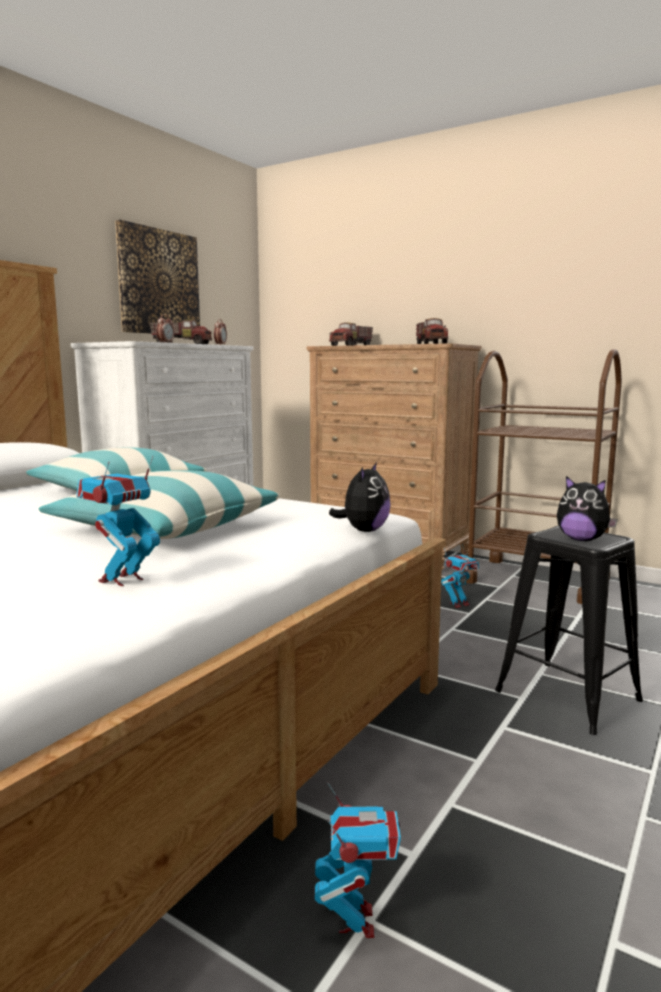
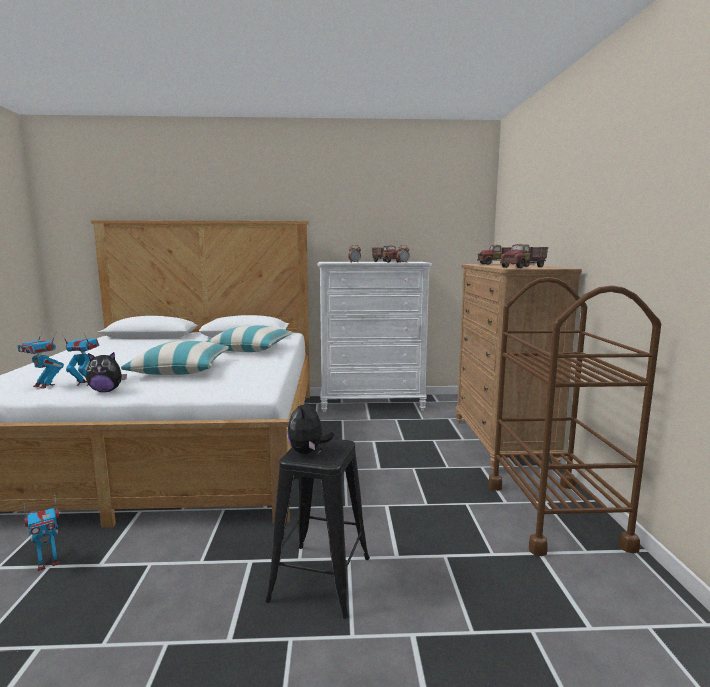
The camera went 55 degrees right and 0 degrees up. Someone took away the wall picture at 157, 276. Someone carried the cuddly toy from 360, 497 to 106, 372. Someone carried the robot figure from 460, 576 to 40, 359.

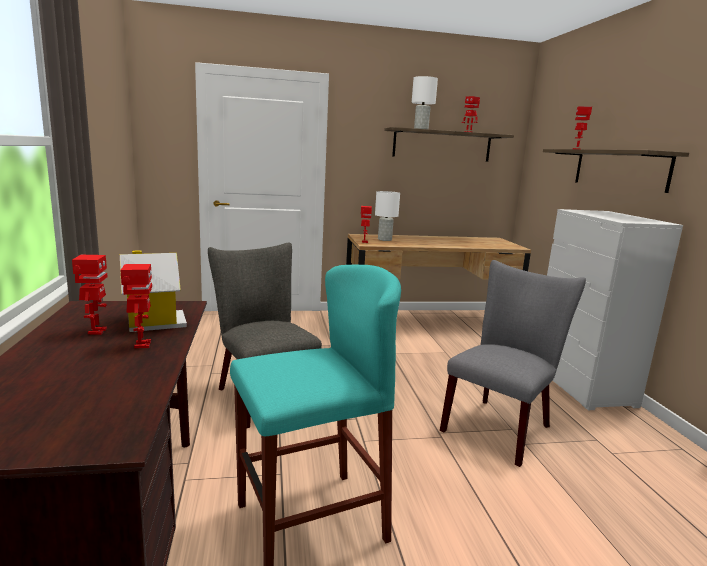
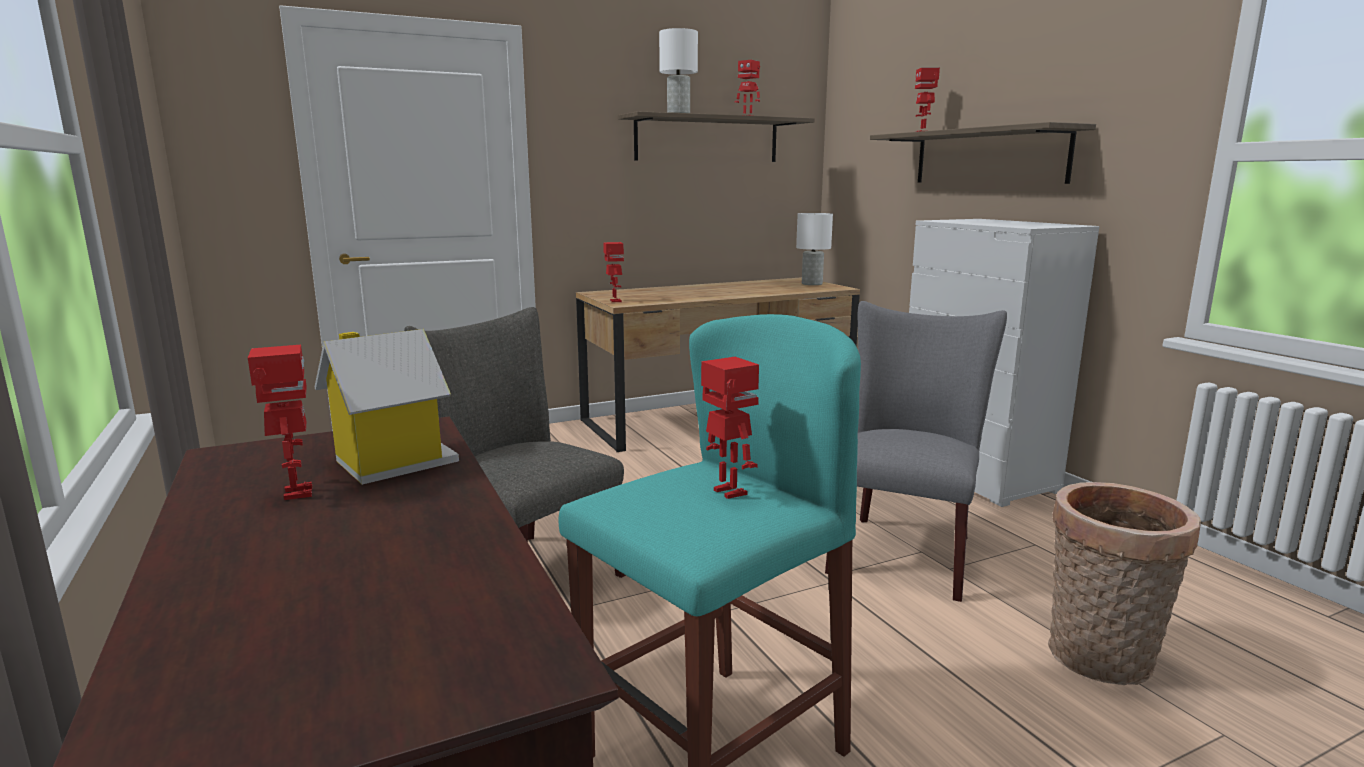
The camera went 15 degrees left and 0 degrees up. Someone put down the basket at 1124, 583. Someone carried the robot figure from 136, 306 to 730, 428. Someone carried the white table lamp from 387, 216 to 814, 249.

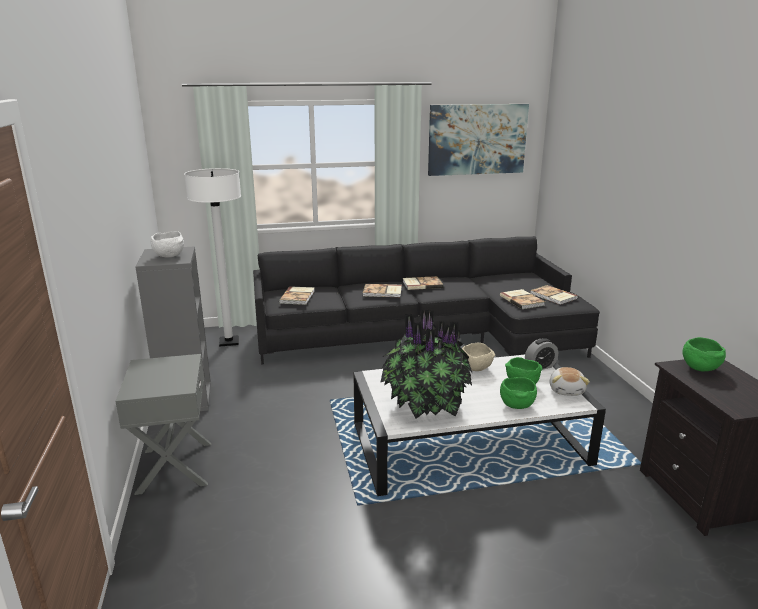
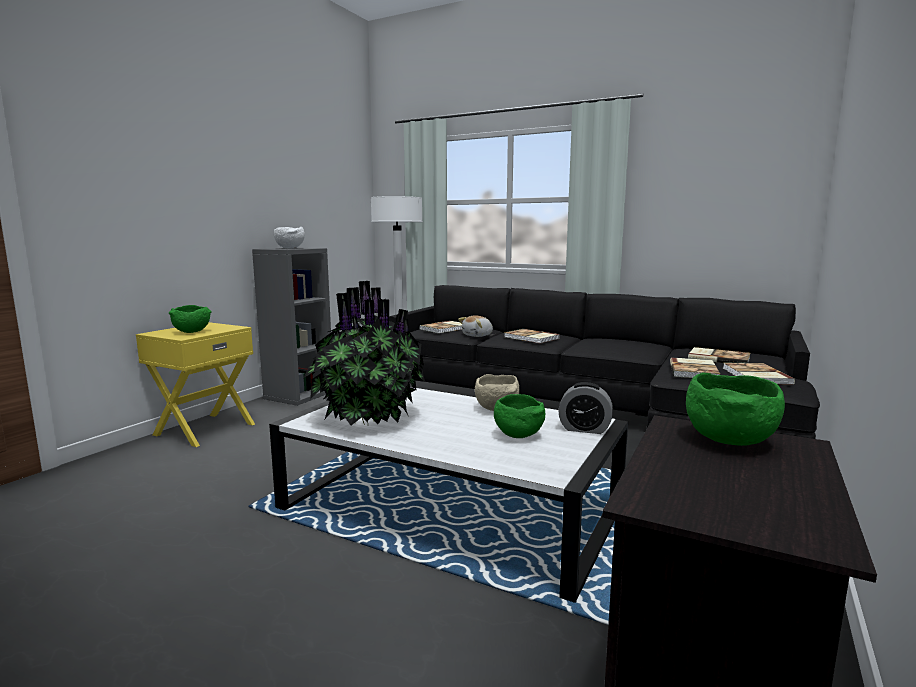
The camera went 40 degrees right and 10 degrees down. Someone took away the wall picture at 478, 140. Someone carried the volume from 423, 283 to 719, 355. Someone carried the green bowl from 518, 393 to 190, 319. Someone carried the cuddly toy from 570, 381 to 475, 326. Someone repainted the grey bedside table at 163, 424, which became the yellowish bedside table at 195, 384.

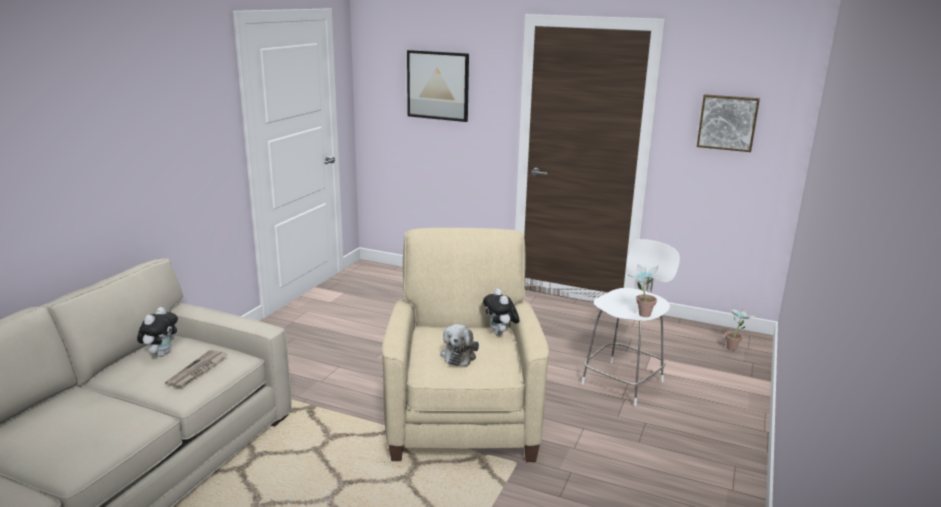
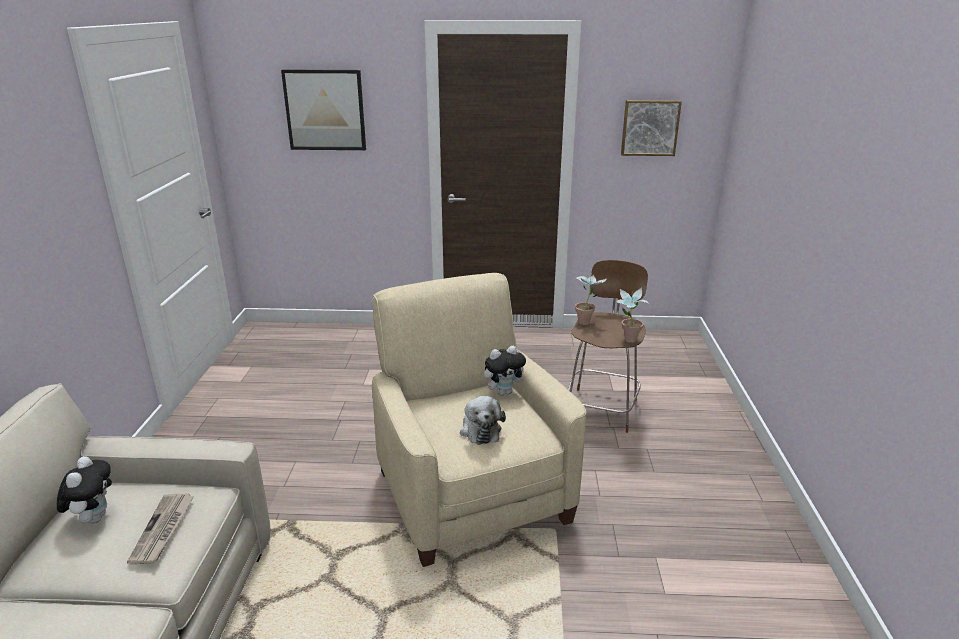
The camera went 20 degrees left and 5 degrees up. Someone carried the houseplant from 740, 330 to 591, 299. Someone repainted the white sitting stool at 630, 322, which became the brown sitting stool at 608, 346. Someone rotated the cuddly toy at 501, 312 by 75 degrees counterclockwise.

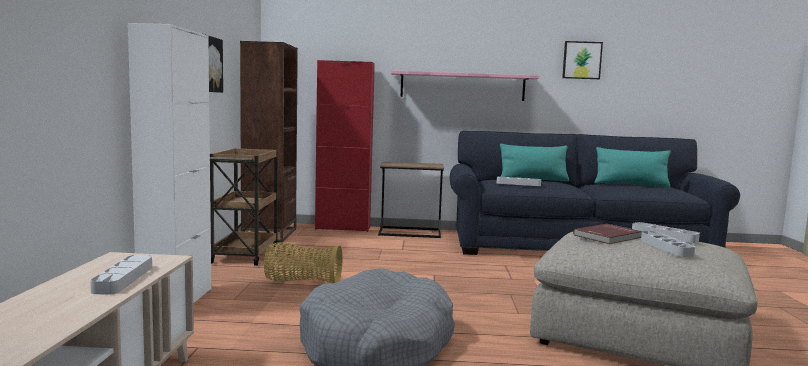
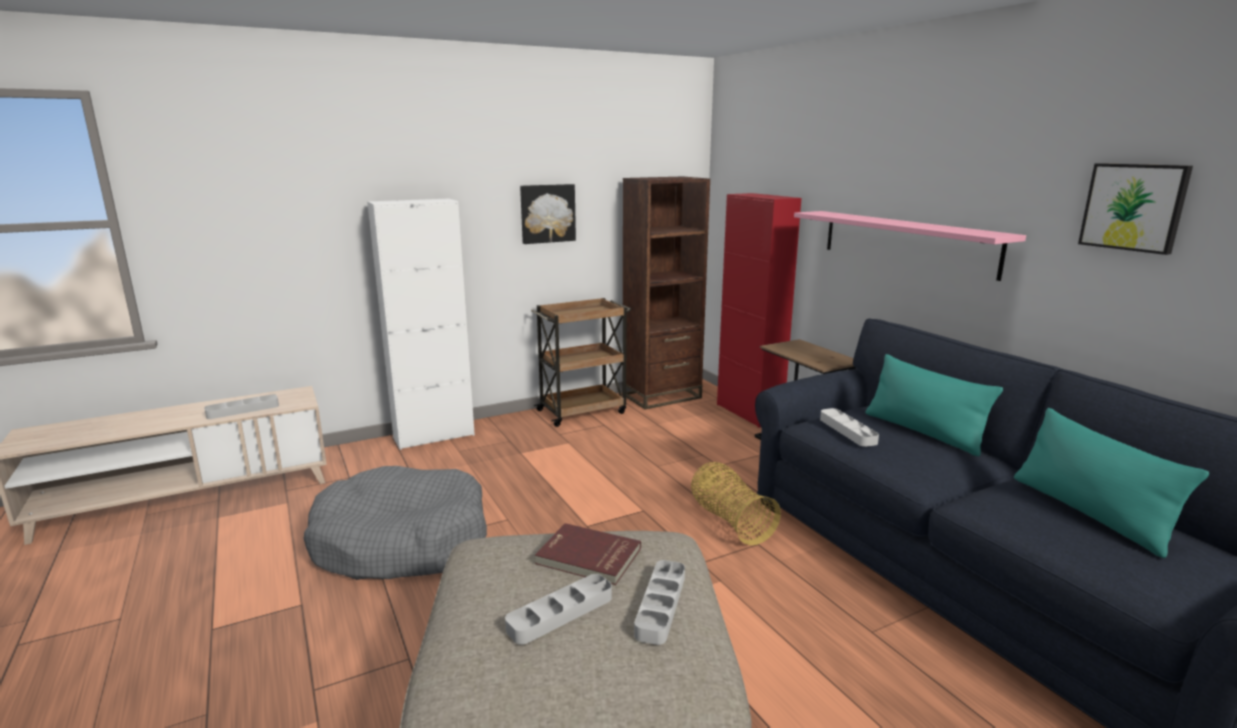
The camera went 60 degrees right and 10 degrees up. Someone carried the basket from 303, 262 to 736, 503.

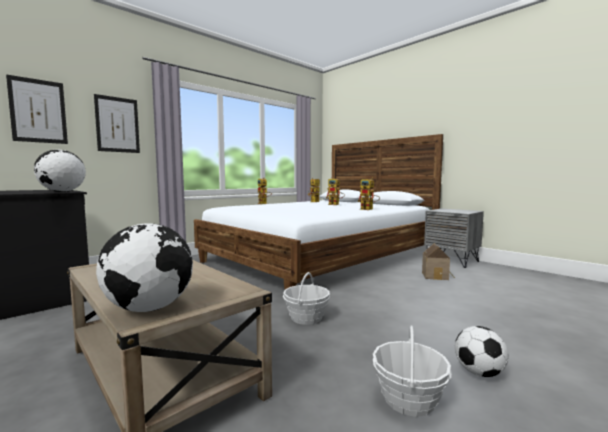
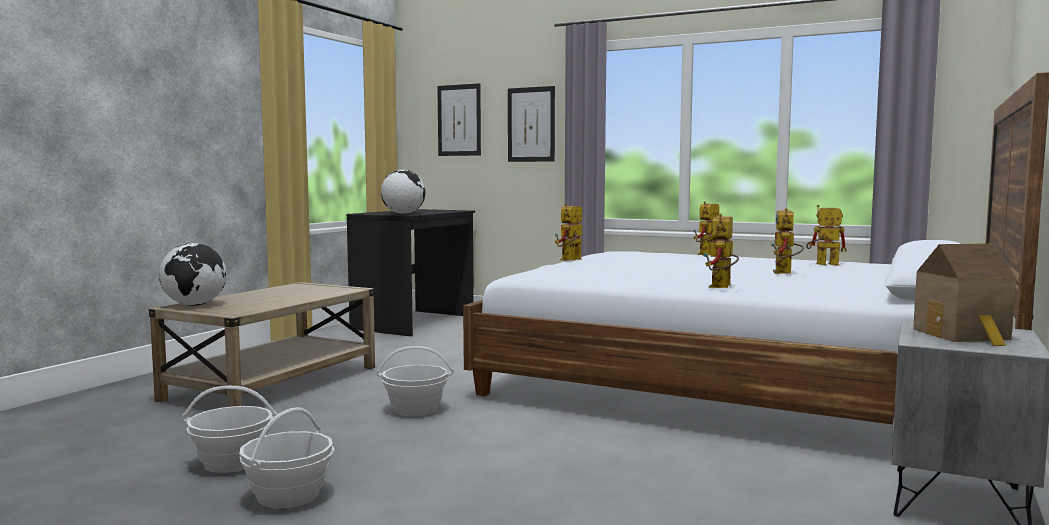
The camera went 70 degrees right and 0 degrees up. Someone put down the robot figure at 568, 231. Someone carried the toy house from 438, 261 to 964, 294. Someone swapped the football ball at 482, 351 for the basket at 286, 458.

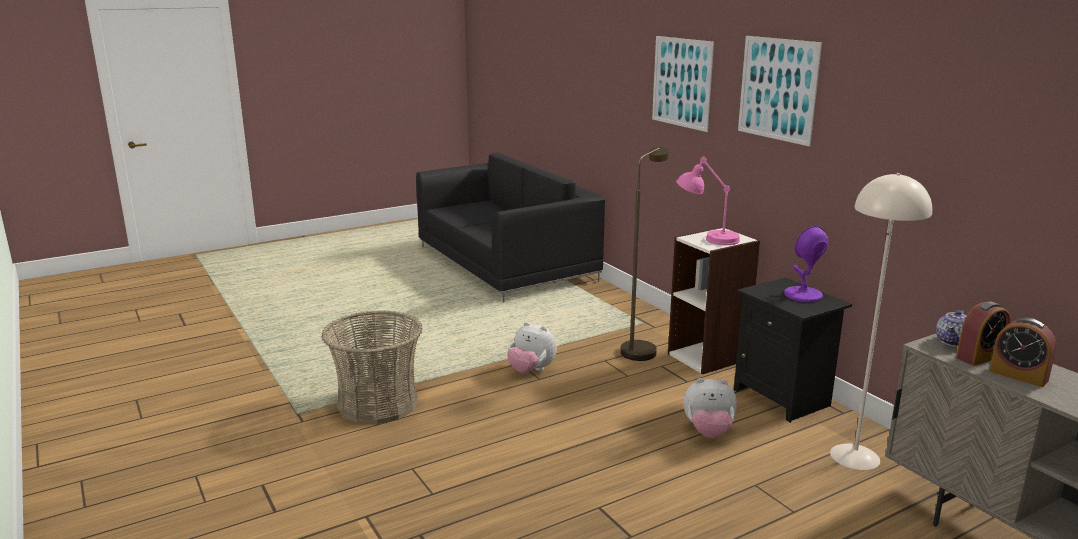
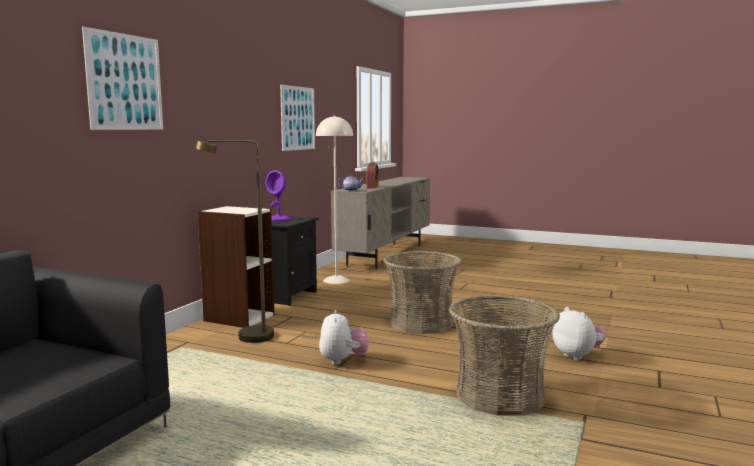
The camera went 125 degrees left and 10 degrees down. Someone took away the pinkish table lamp at 708, 201. Someone took away the alarm clock at 983, 333. Someone put down the basket at 422, 292. Someone carried the cuddly toy from 710, 408 to 579, 333. Someone carried the wall picture from 780, 91 to 297, 118.

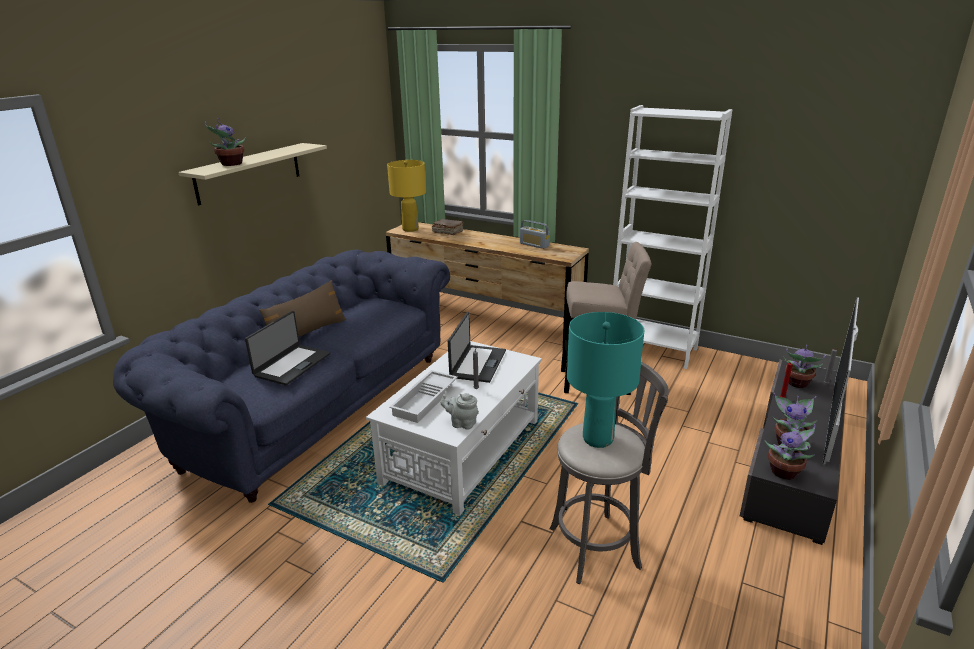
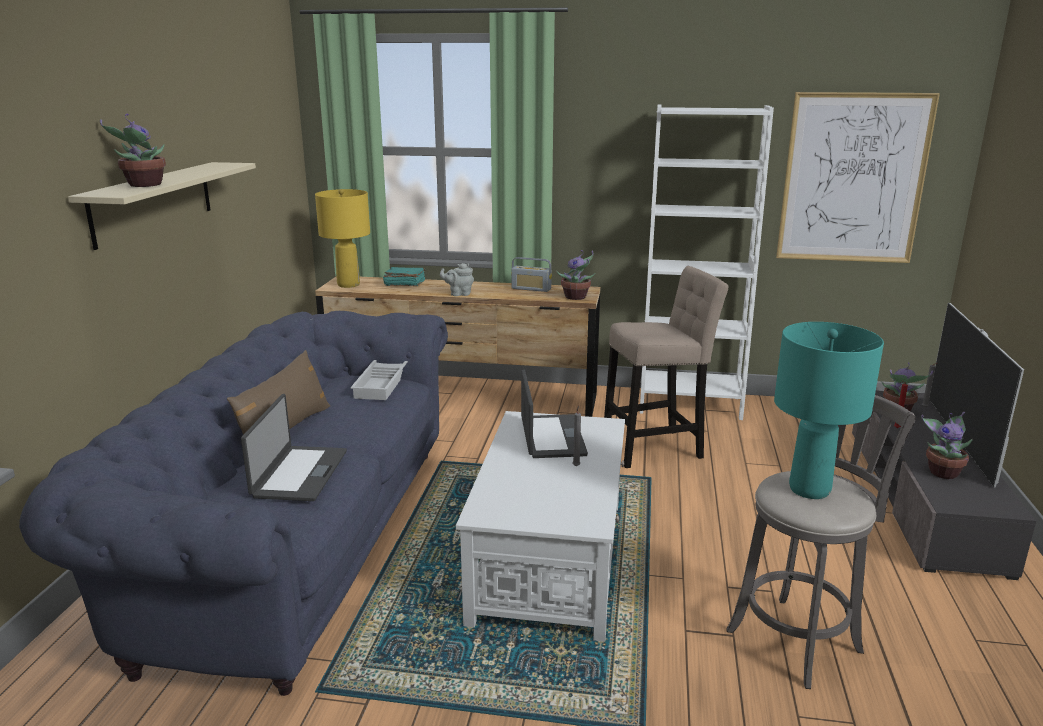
The camera went 20 degrees left and 5 degrees down. Someone put up the wall picture at 858, 177. Someone carried the white carrying tray from 423, 396 to 379, 380. Someone carried the grey teapot from 459, 411 to 457, 279. Someone carried the houseplant from 789, 451 to 576, 275. Someone repainted the brown volume at 448, 227, which became the turquoise-coloured volume at 404, 276.

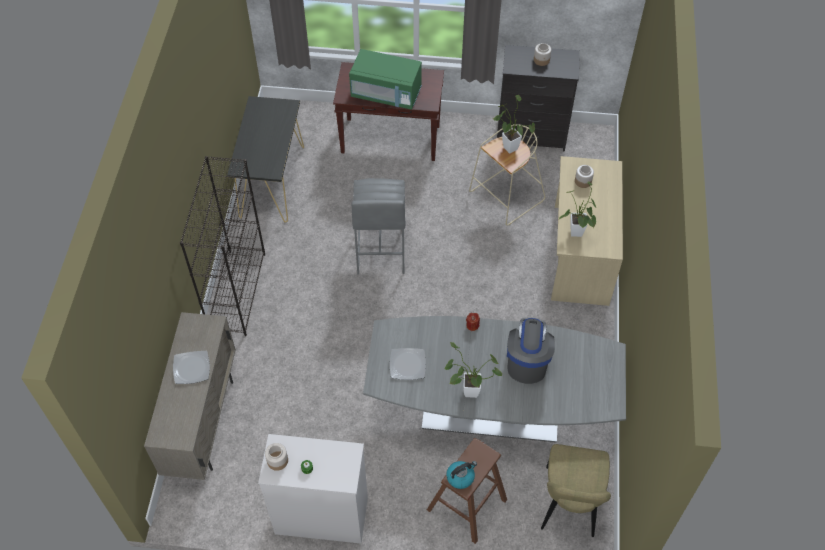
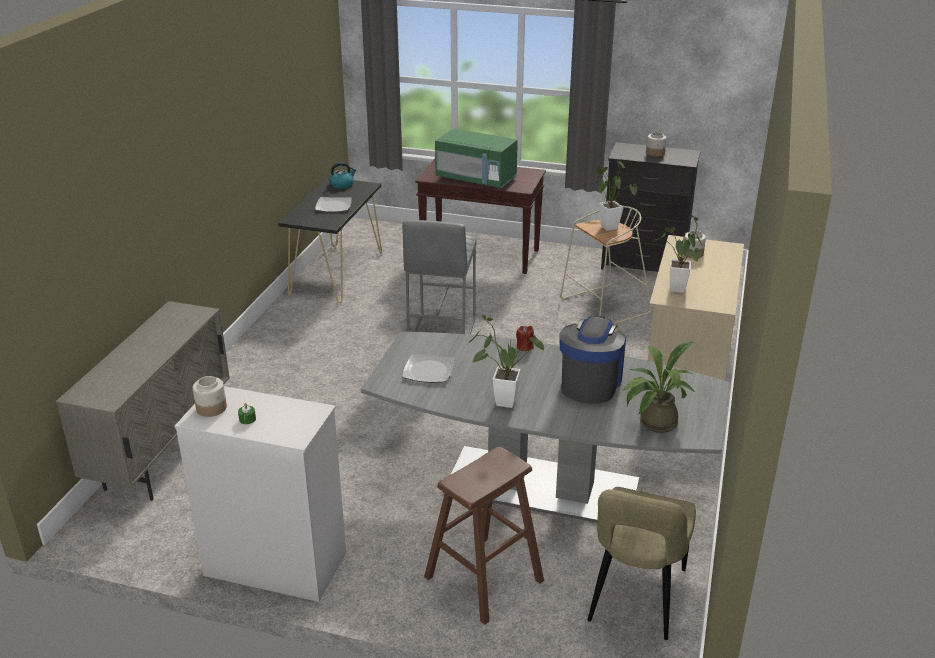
The camera went 10 degrees right and 25 degrees down. Someone took away the black-coloured bookcase at 222, 246. Someone put down the houseplant at 659, 387. Someone carried the dinner plate from 191, 367 to 333, 204. Someone carried the kettle from 461, 475 to 342, 175.

